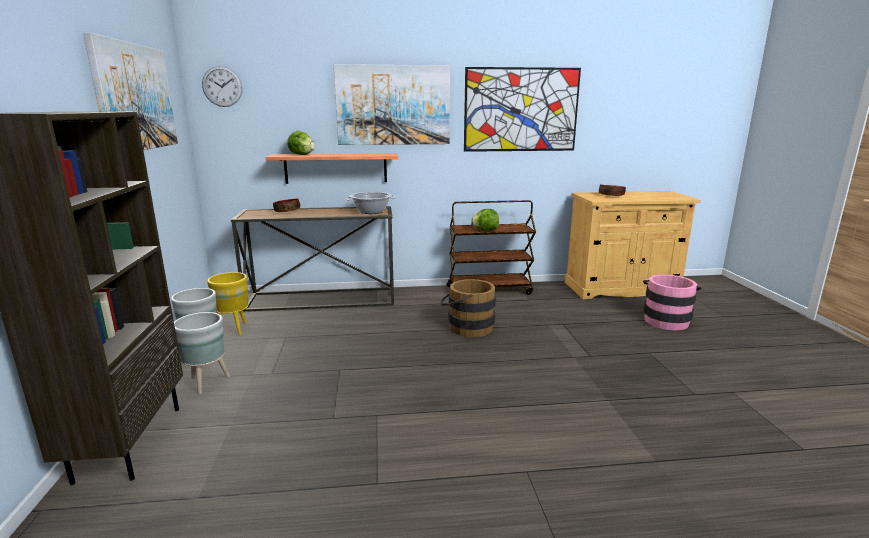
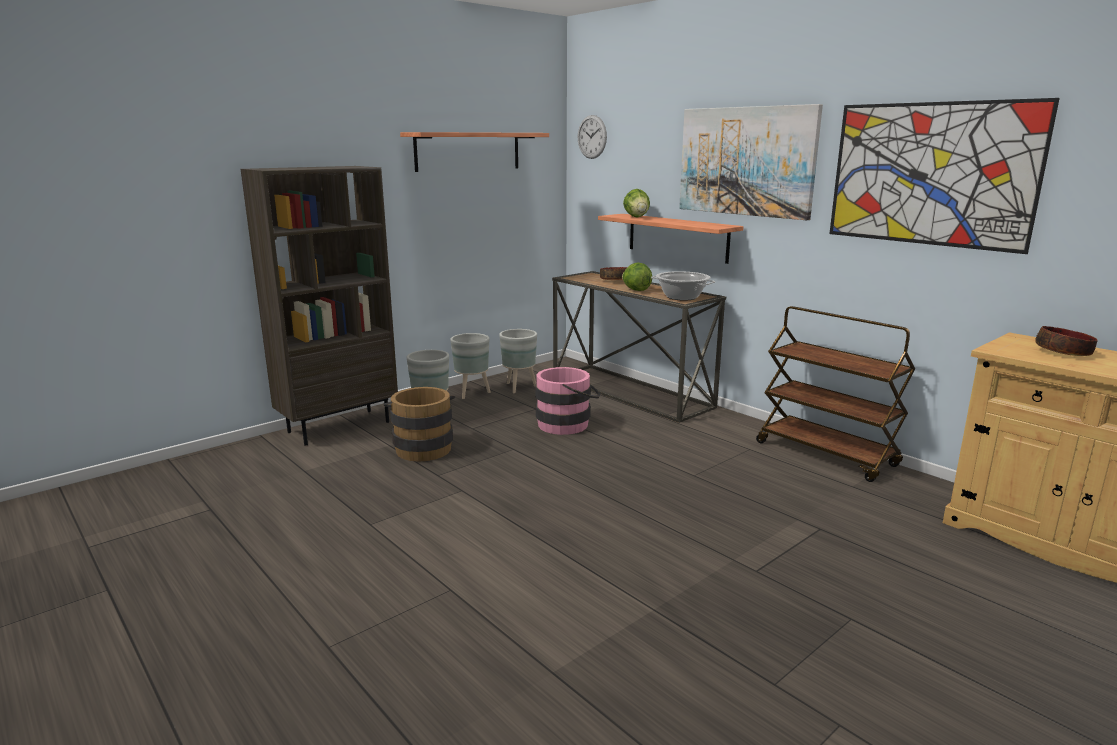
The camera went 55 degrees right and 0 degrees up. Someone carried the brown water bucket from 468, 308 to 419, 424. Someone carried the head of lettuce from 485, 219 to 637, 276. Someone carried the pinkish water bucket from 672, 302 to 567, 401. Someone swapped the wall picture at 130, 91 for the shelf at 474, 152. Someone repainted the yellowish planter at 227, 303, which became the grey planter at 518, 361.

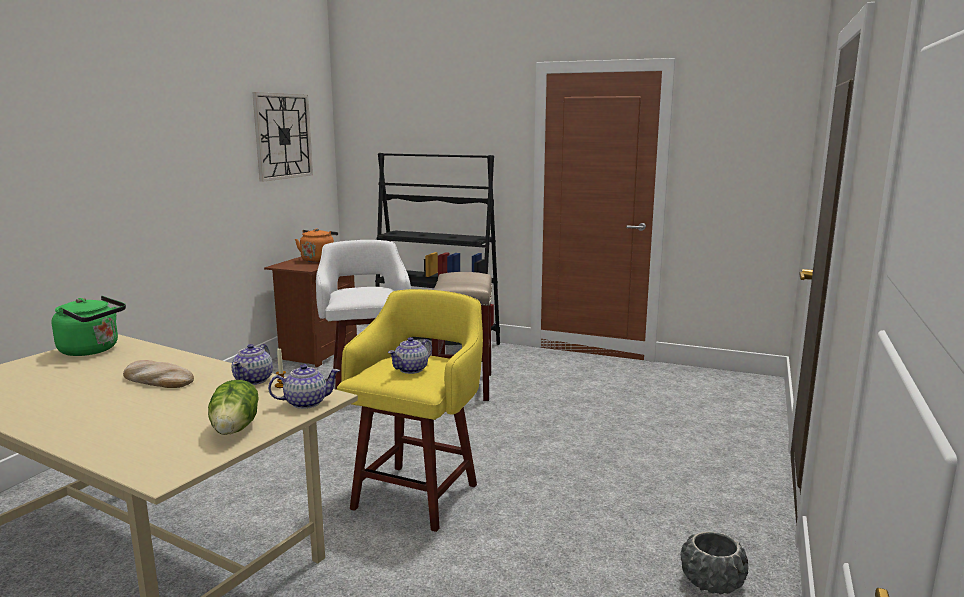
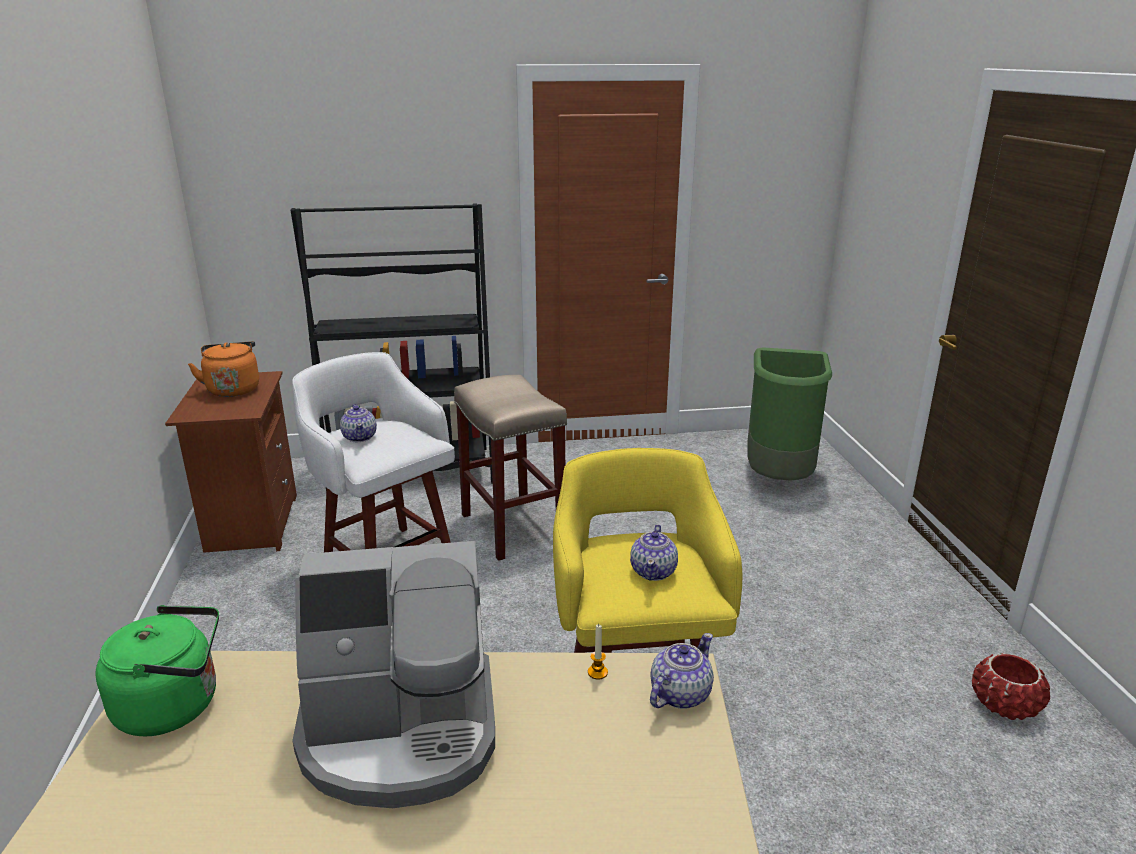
The camera went 30 degrees left and 10 degrees up. Someone took away the head of lettuce at 233, 407. Someone took away the wall clock at 282, 137. Someone put down the green trash can at 789, 414. Someone carried the teapot from 252, 364 to 358, 423. Someone swapped the bakery bread at 158, 374 for the coffee brewer at 393, 674. Someone repainted the grey planter at 714, 562, which became the reddish planter at 1011, 686.

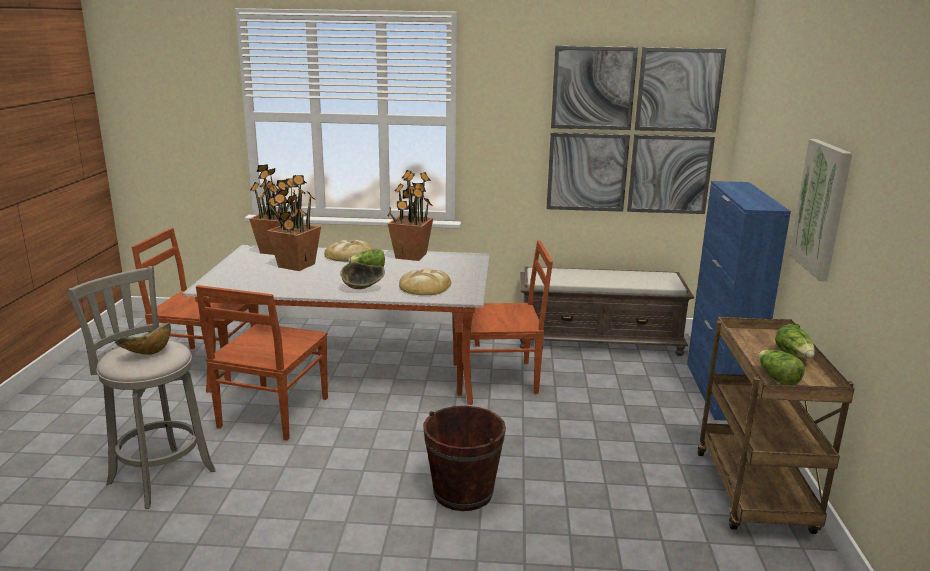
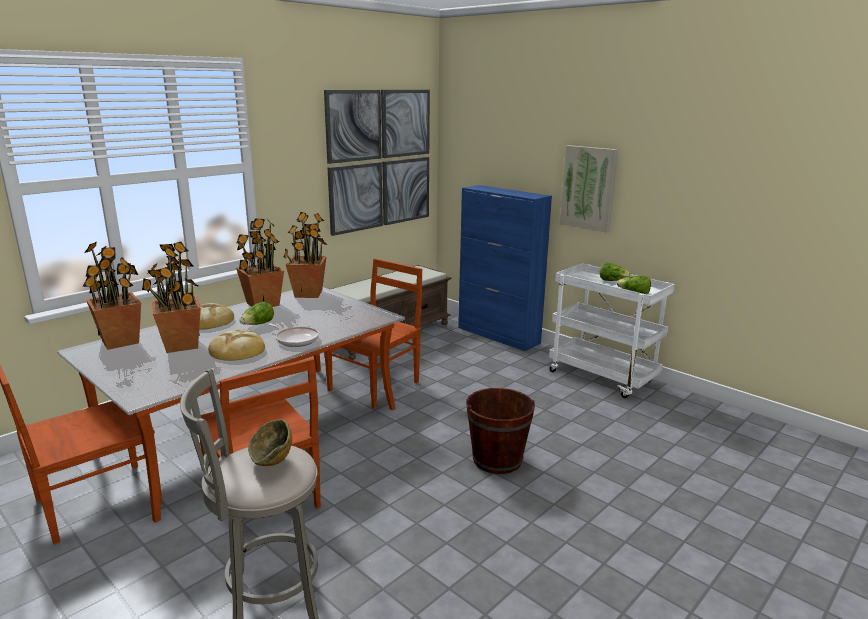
The camera went 50 degrees left and 0 degrees up. Someone put down the houseplant at 305, 255. Someone carried the bakery bread from 425, 282 to 236, 345. Someone swapped the bowl at 362, 275 for the pan at 293, 335. Someone repainted the brown wheeled cart at 775, 425, which became the white wheeled cart at 612, 331.

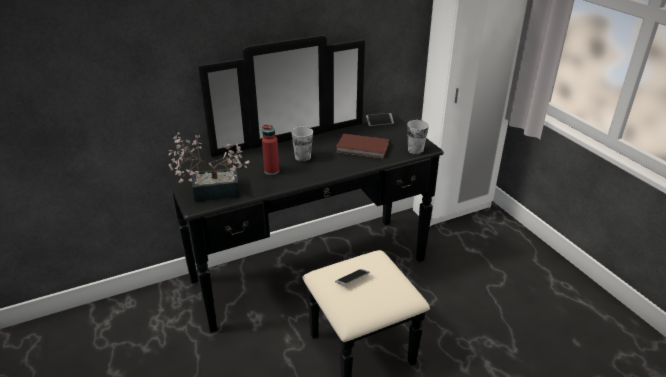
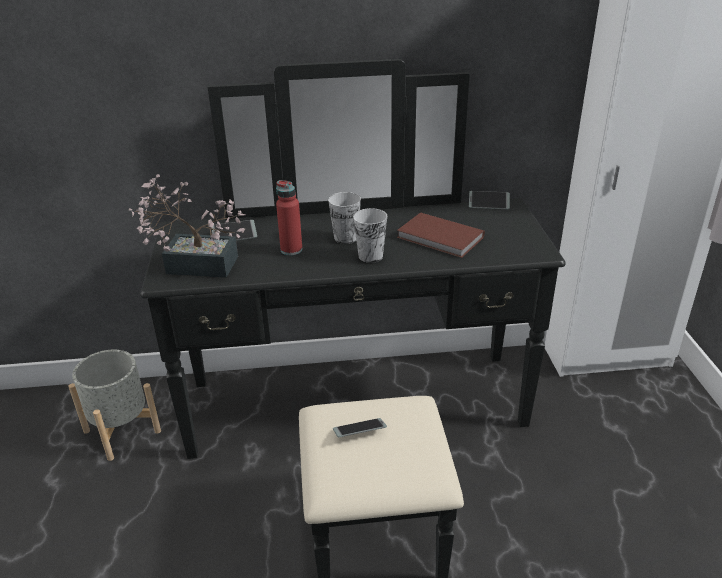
The camera went 20 degrees right and 0 degrees up. Someone put down the grey planter at 114, 405. Someone carried the small cup from 418, 137 to 370, 235.

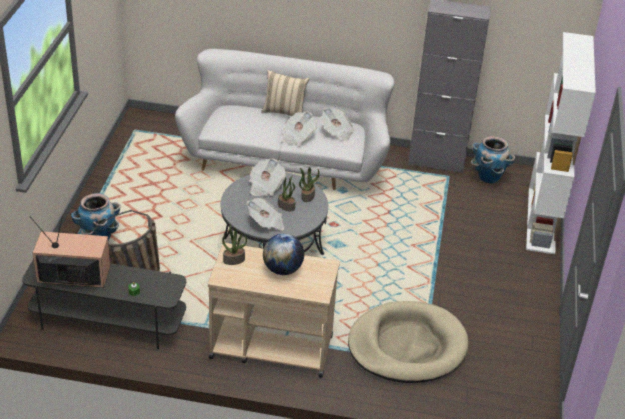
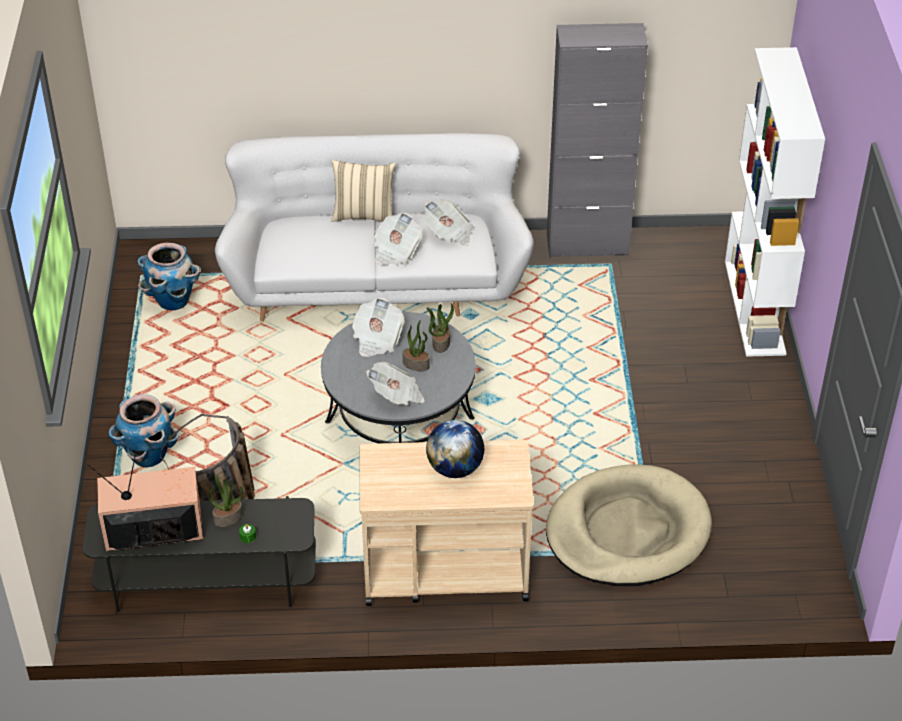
The camera went 10 degrees left and 5 degrees up. Someone carried the houseplant from 234, 245 to 225, 500. Someone carried the planter from 493, 159 to 169, 276.

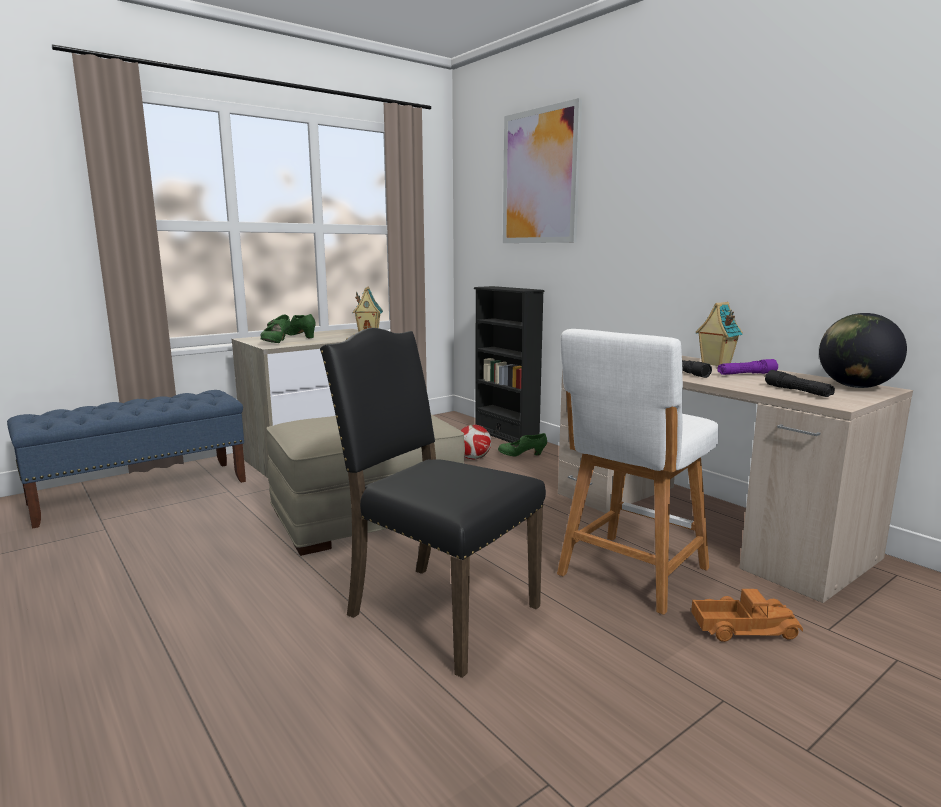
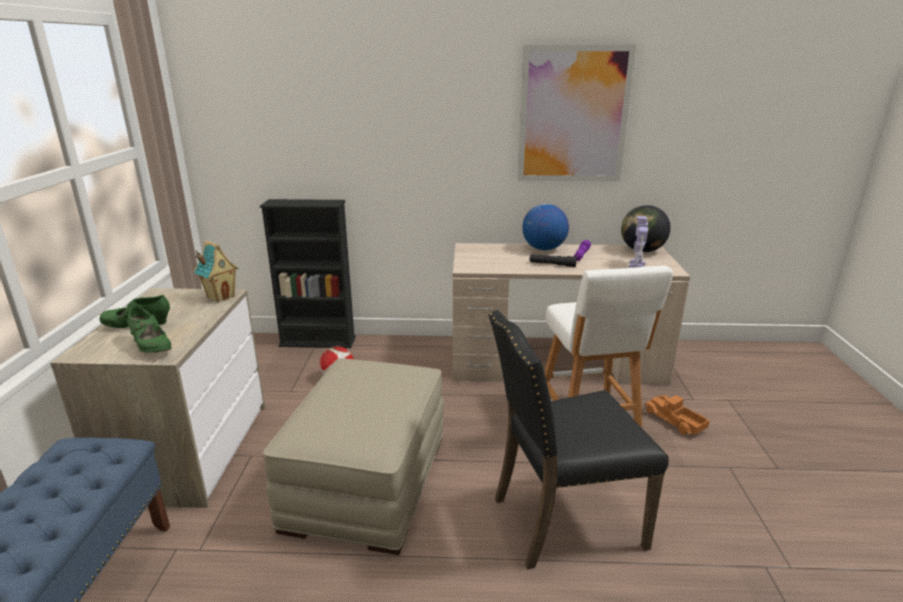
The camera went 50 degrees left and 10 degrees up. Someone took away the green item of footwear at 522, 444. Someone carried the wall picture from 542, 170 to 577, 113. Someone swapped the toy house at 719, 334 for the globe at 545, 227. Someone swapped the black-coloured flashlight at 800, 383 for the robot figure at 638, 242. Someone rotated the toy truck at 747, 615 by 75 degrees counterclockwise.

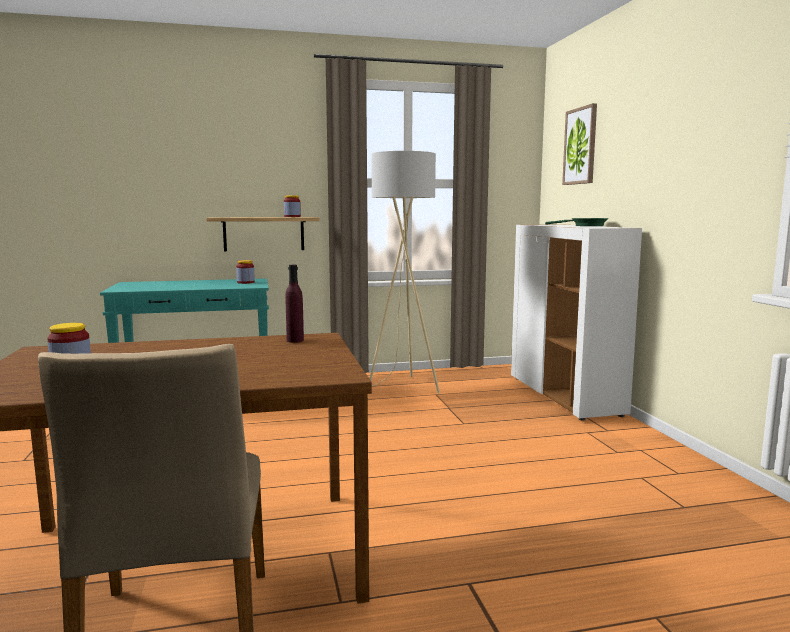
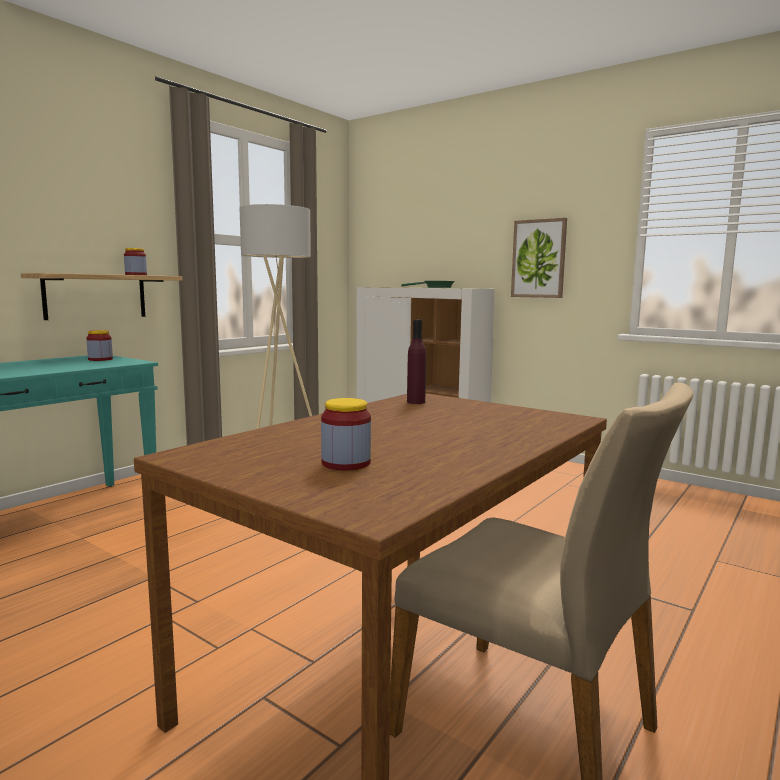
The camera went 40 degrees left and 0 degrees up. Someone carried the wall picture from 579, 144 to 539, 258.

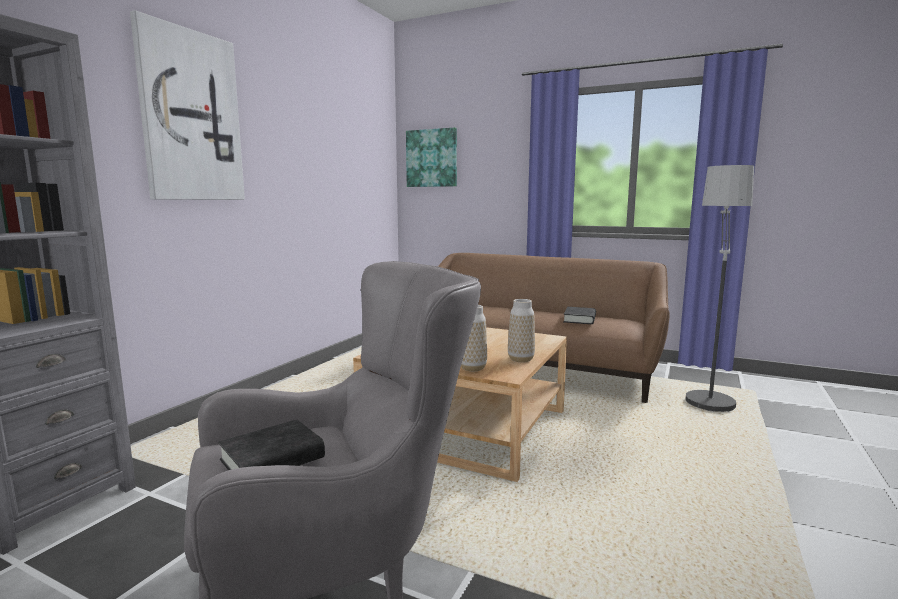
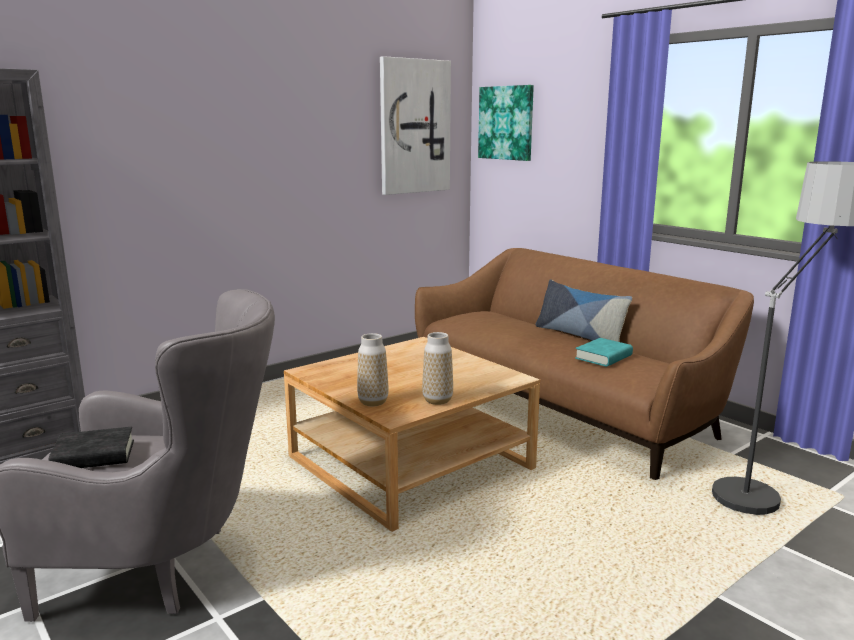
The camera went 25 degrees right and 5 degrees up. Someone put down the pillow at 583, 310. Someone carried the wall picture from 187, 105 to 415, 125. Someone repainted the black-coloured volume at 579, 315, which became the turquoise-coloured volume at 604, 352.

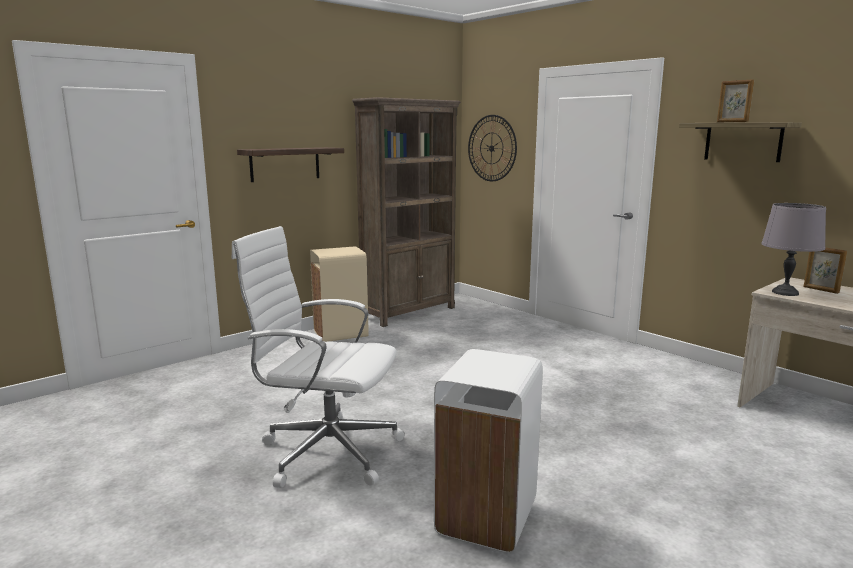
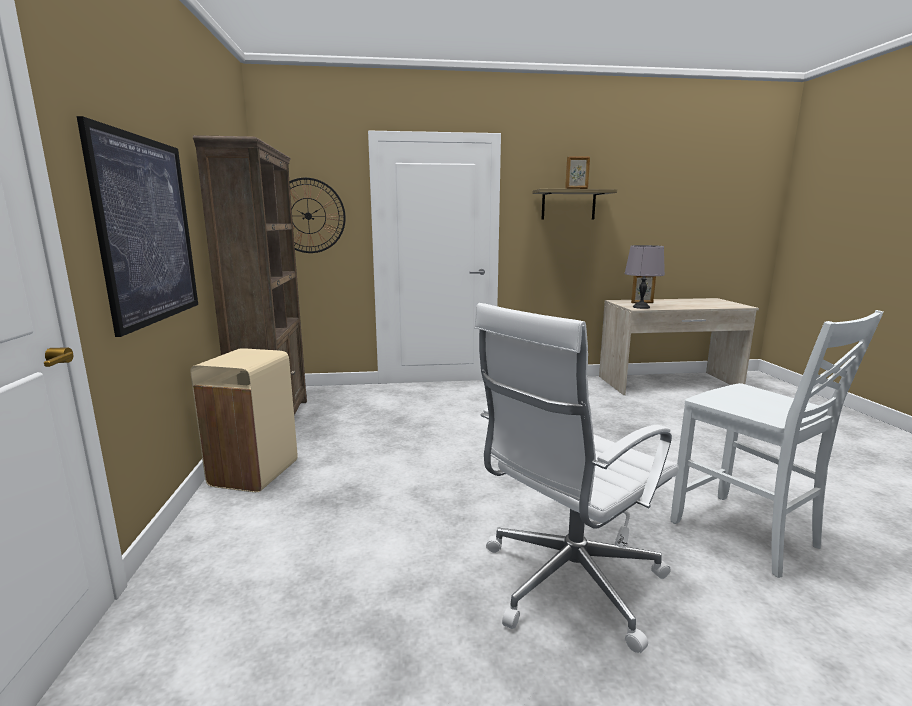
The camera went 55 degrees left and 0 degrees up. Someone swapped the shelf at 290, 164 for the wall picture at 137, 226. Someone swapped the white trash can at 488, 451 for the white upright chair at 777, 444.

